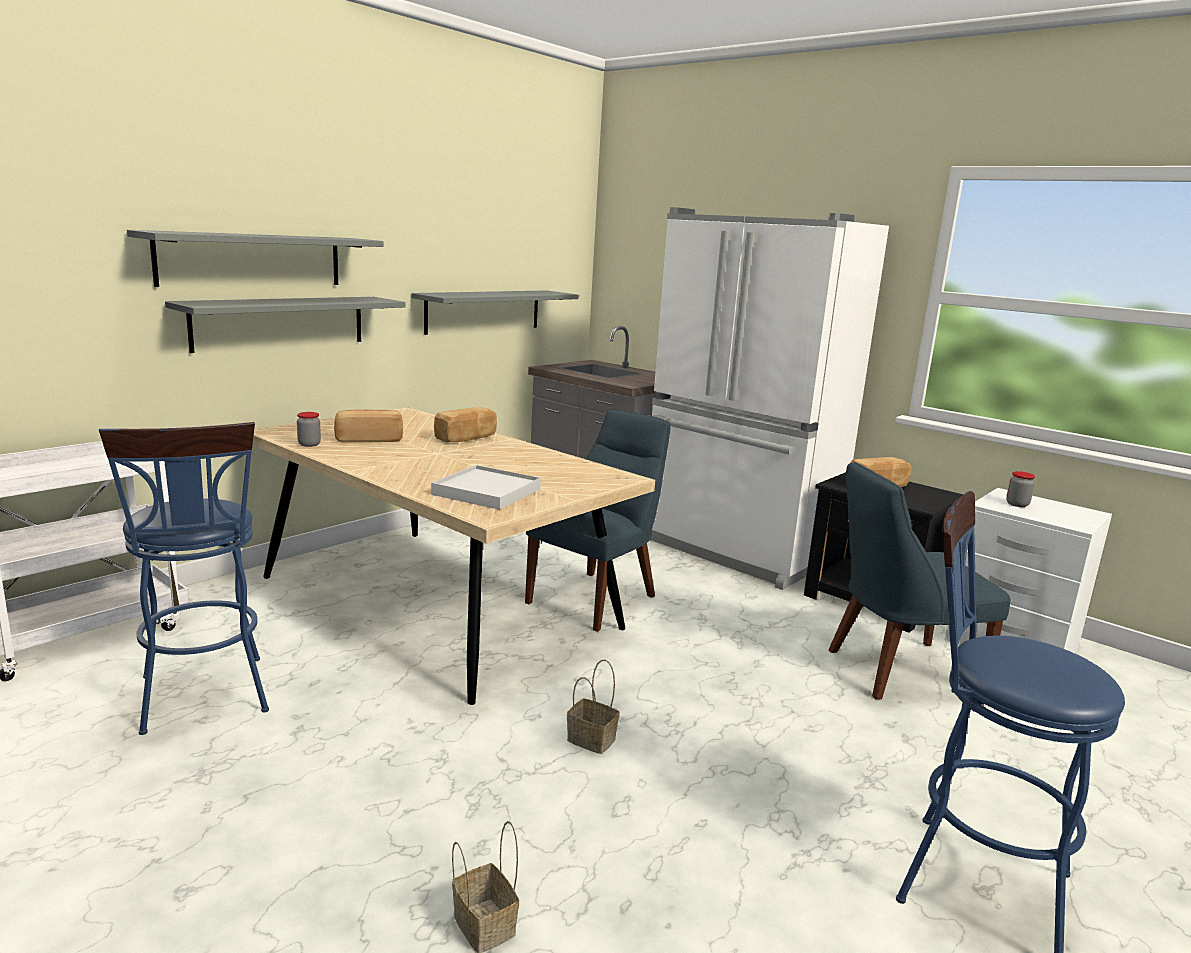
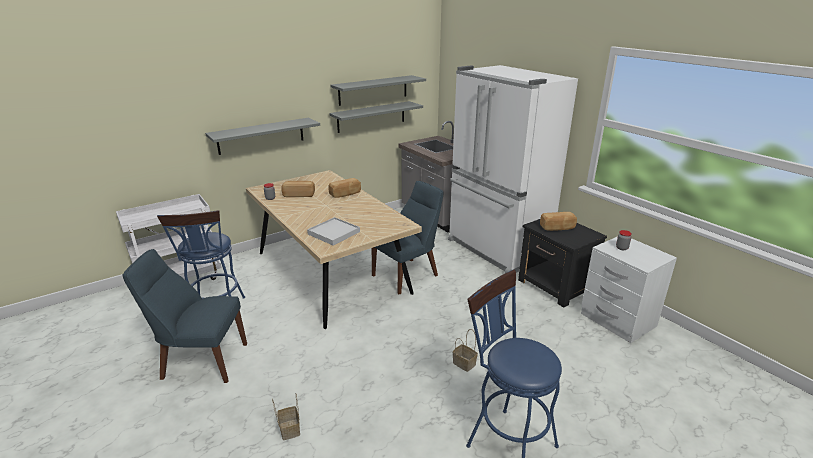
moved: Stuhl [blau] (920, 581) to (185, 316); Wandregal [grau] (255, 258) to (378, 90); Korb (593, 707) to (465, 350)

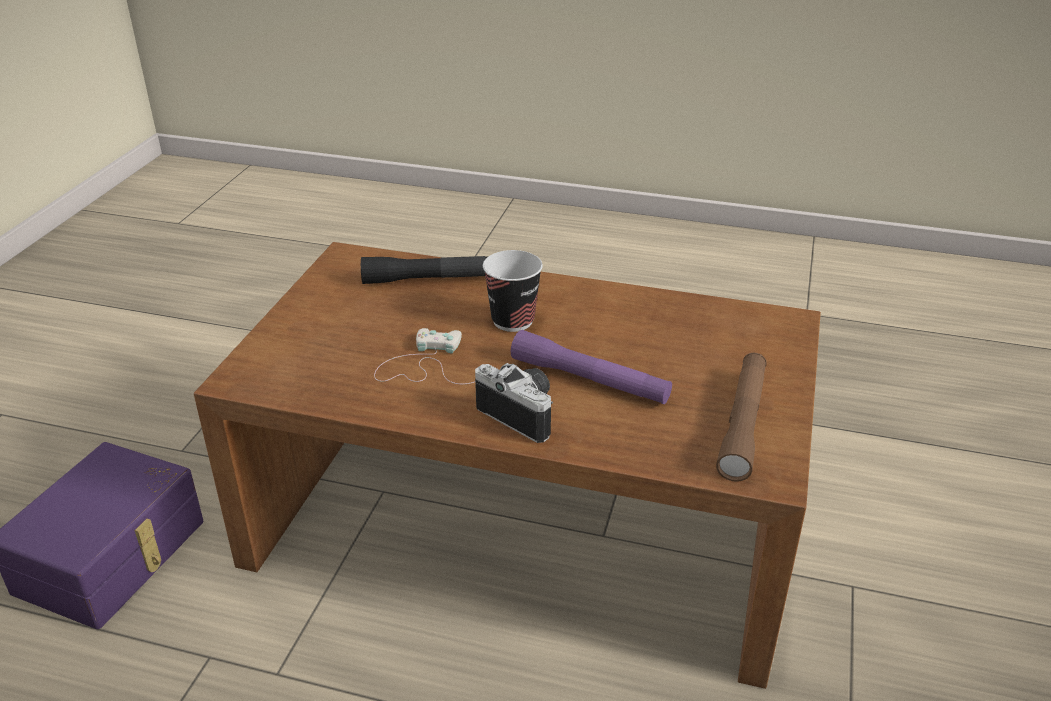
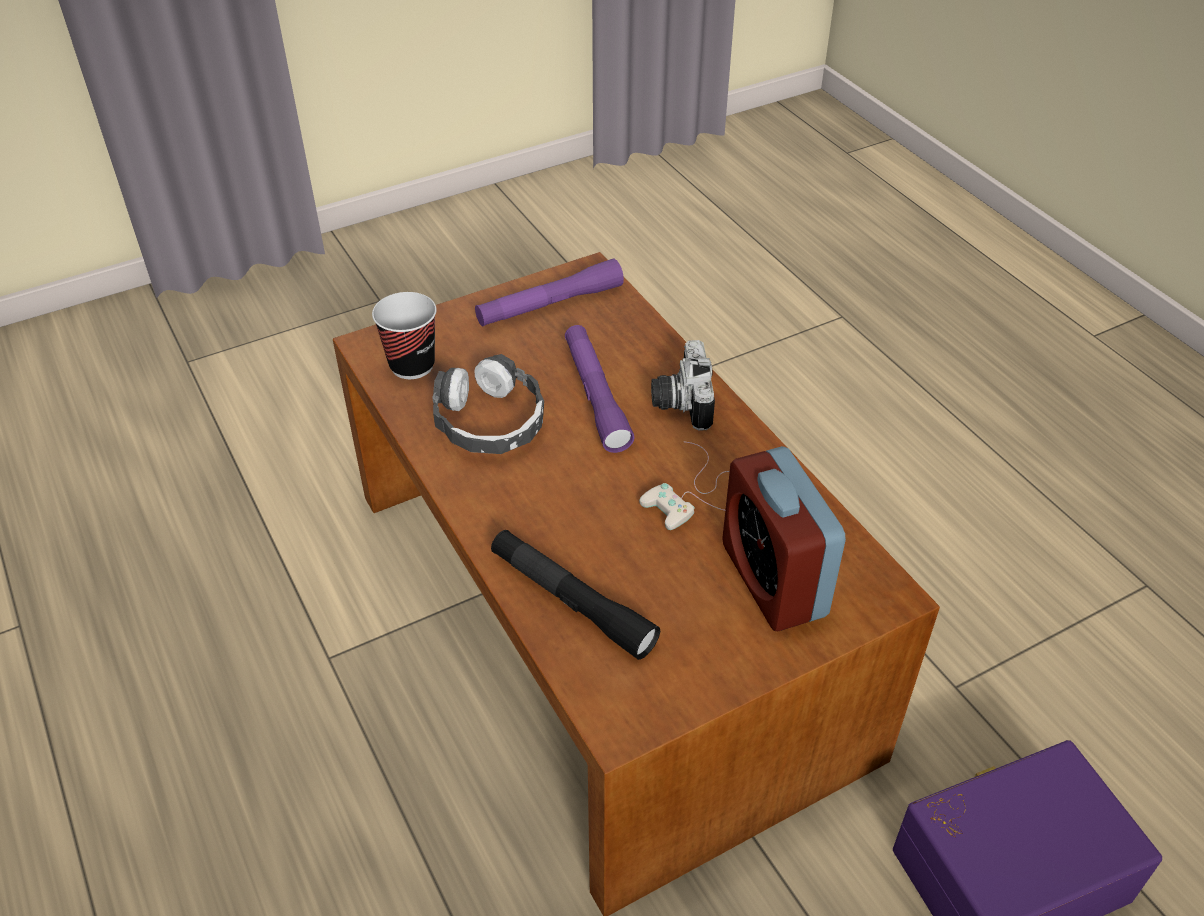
added: Kopfhörer (488, 404); Wecker (784, 538)
moved: Tasse (513, 291) to (404, 335)
recoloured: Taschenlampe [braun] (741, 417) to Taschenlampe [lila] (549, 292)

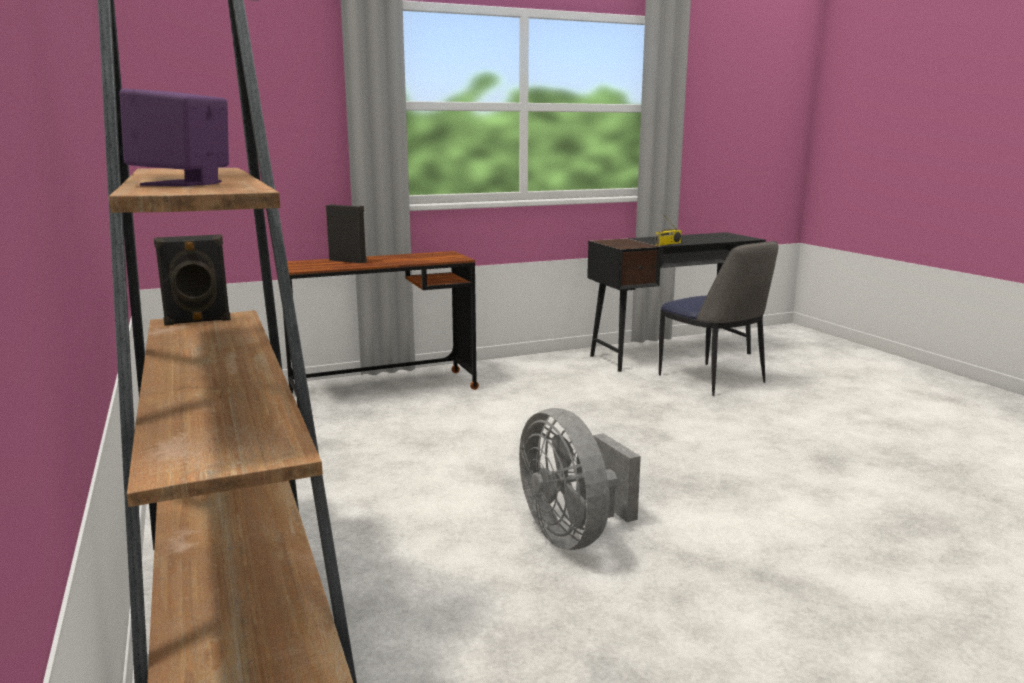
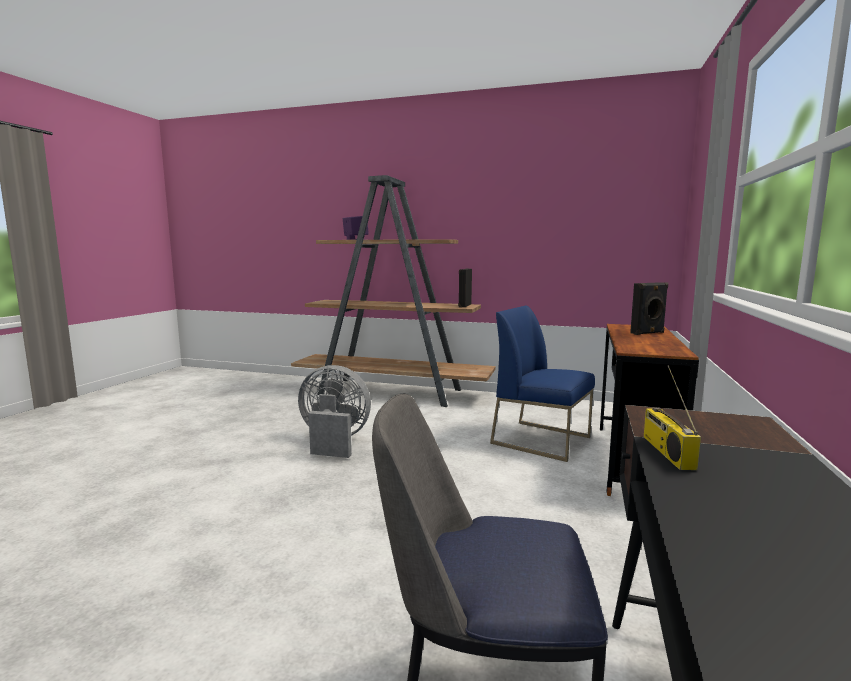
added: Stuhl [blau] (542, 384)

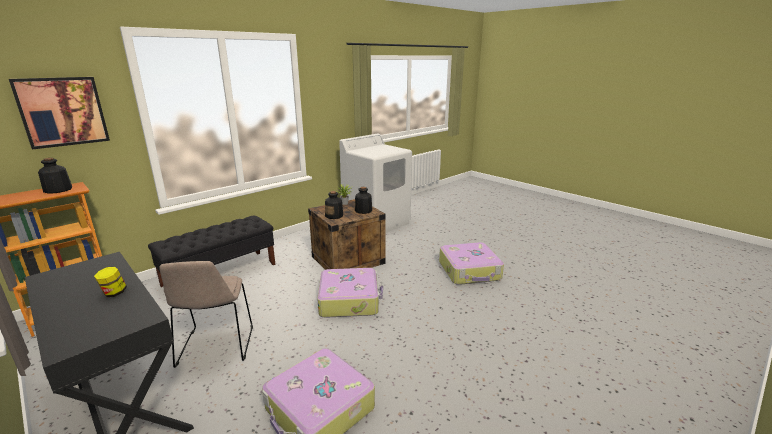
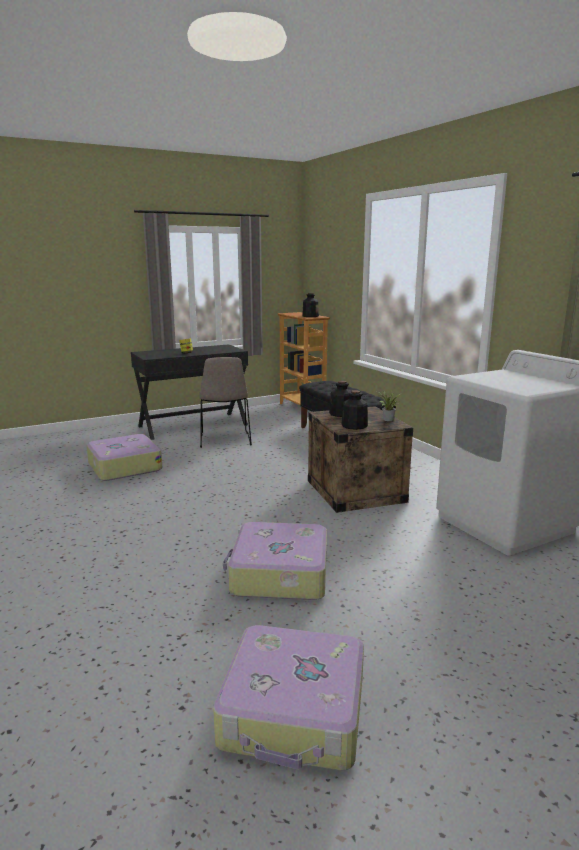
removed: Bild (59, 113)
moved: Koffer (350, 293) to (288, 697)
turned: Stuhl [beige] (206, 314) = (225, 402) 105 degrees counterclockwise

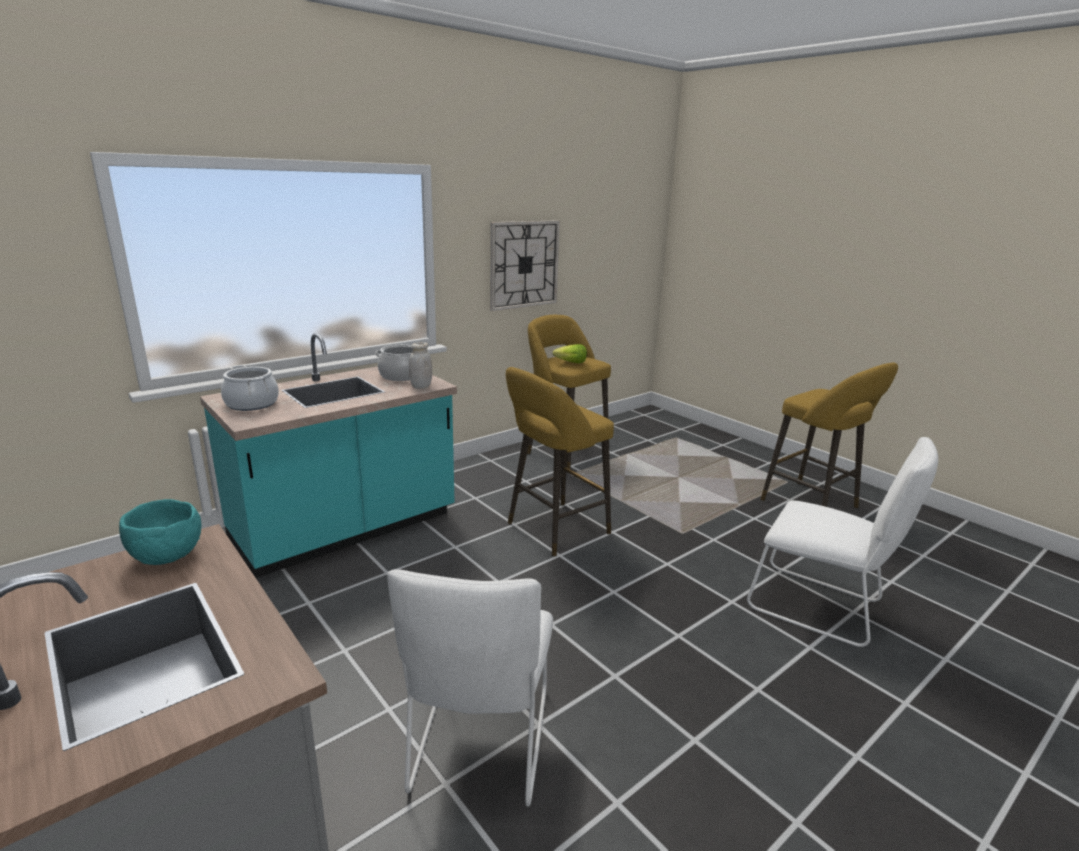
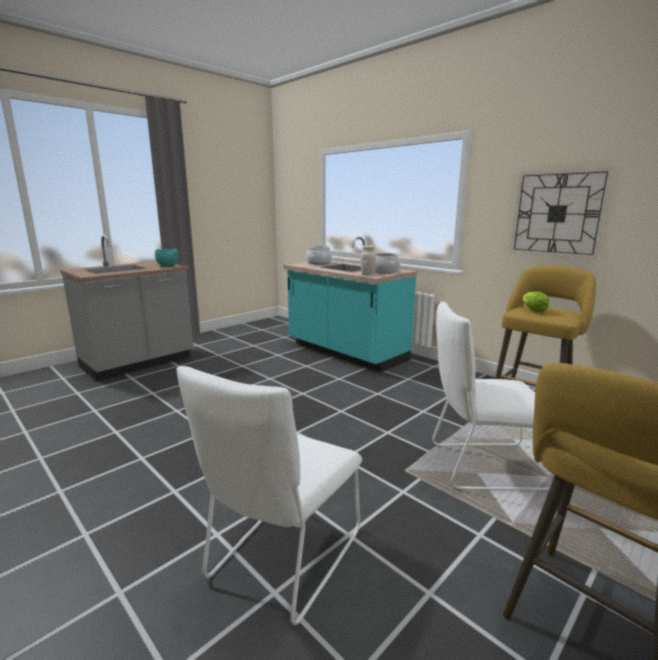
removed: Hocker [gelb] (560, 461)
moved: Stuhl [weiß] (470, 688) to (491, 395)

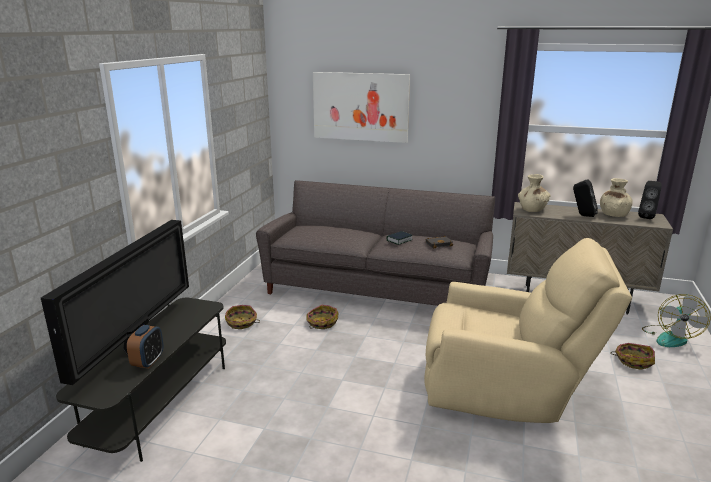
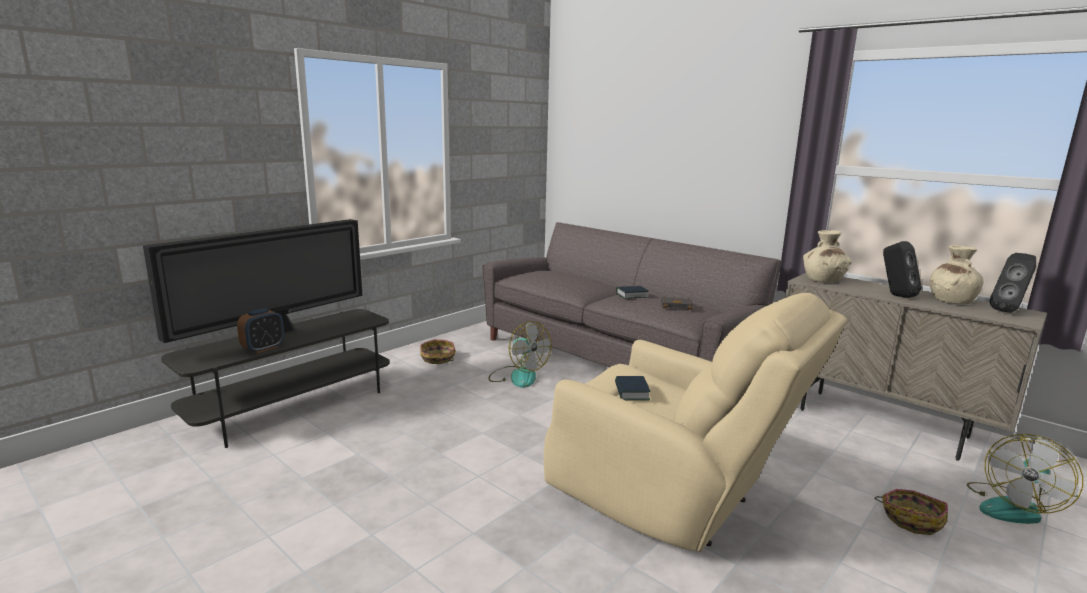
removed: Bild (361, 107)
added: Buch (632, 388)
replaced: Korb (322, 317) to Ventilator (520, 354)

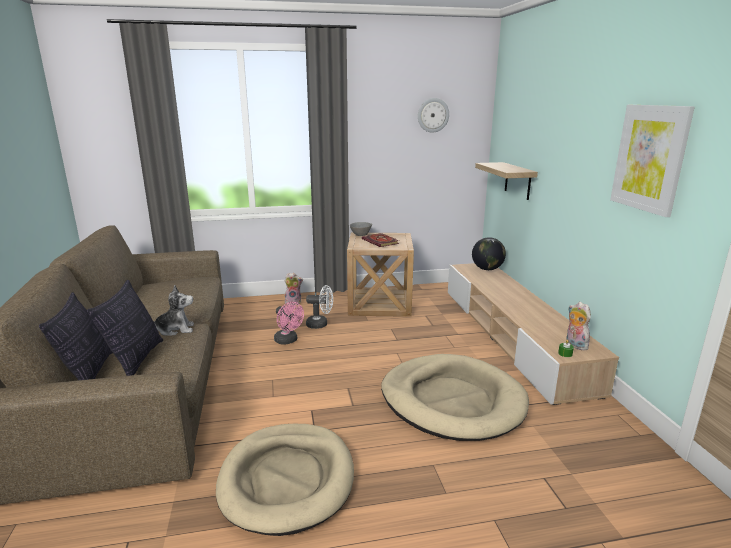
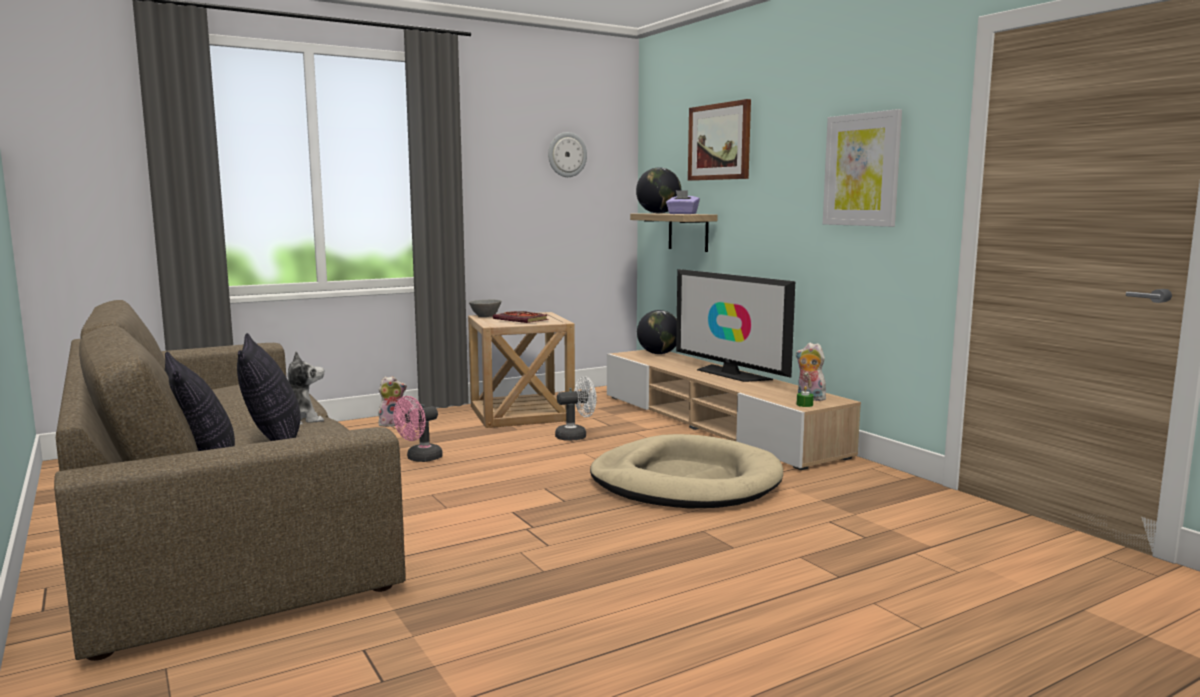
removed: Hundebett [beige] (285, 480)
added: Globus (658, 190); Taschentuchbox [lila] (683, 202); Fernseher (735, 325); Bild (719, 140)
moved: Ventilator [weiß] (319, 307) to (576, 408)
turned: Ventilator [rosa] (289, 323) = (418, 429) 105 degrees clockwise

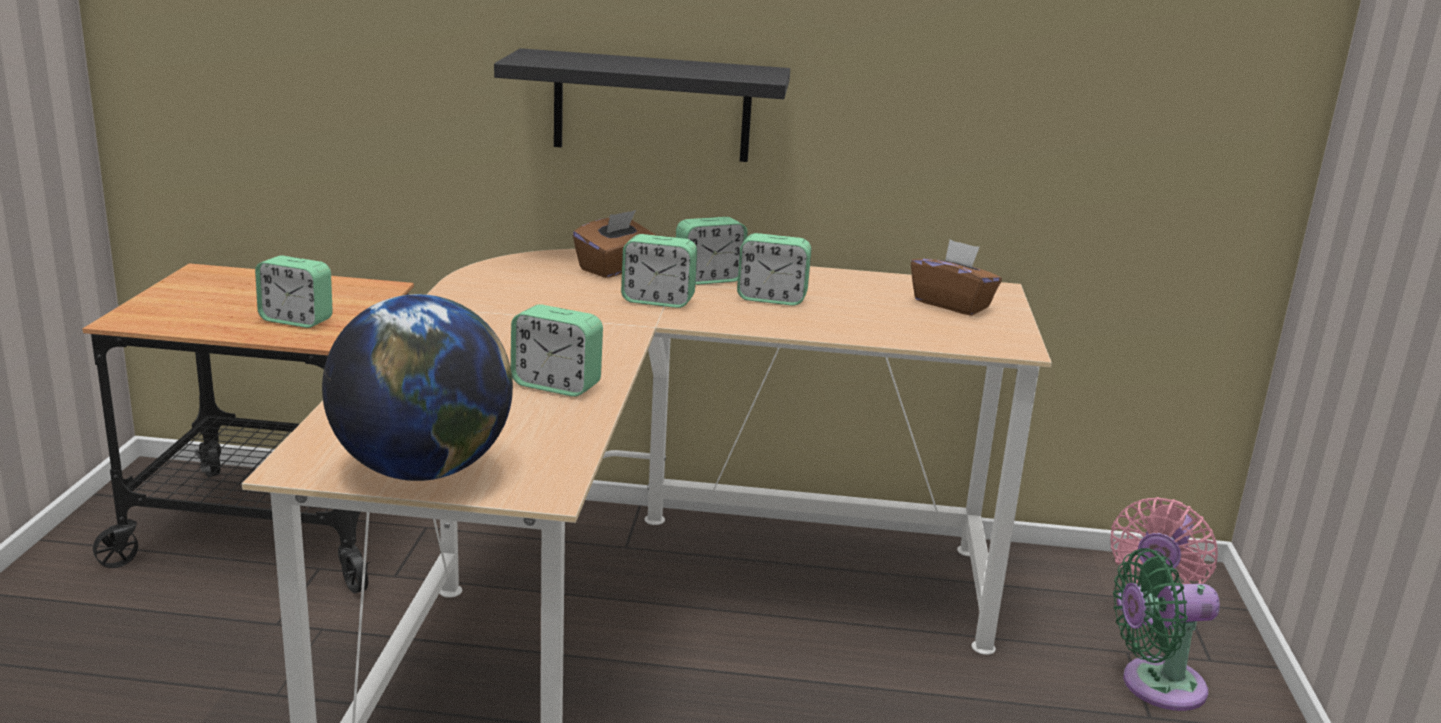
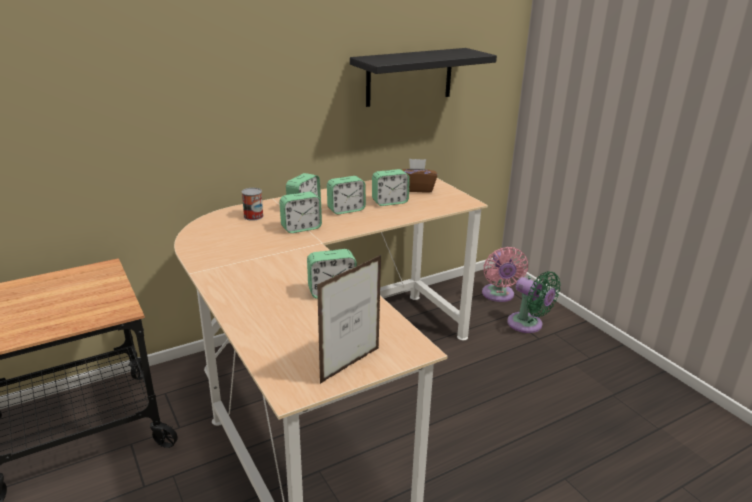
moved: Wandregal [schwarz] (642, 105) to (423, 77); Wecker (294, 291) to (391, 187)
replaced: Taschentuchbox [braun] (615, 244) to Dose (253, 204); Globus (417, 387) to Bilderrahmen (349, 319)
turned: Ventilator [grün] (1166, 629) = (534, 302) 90 degrees counterclockwise

